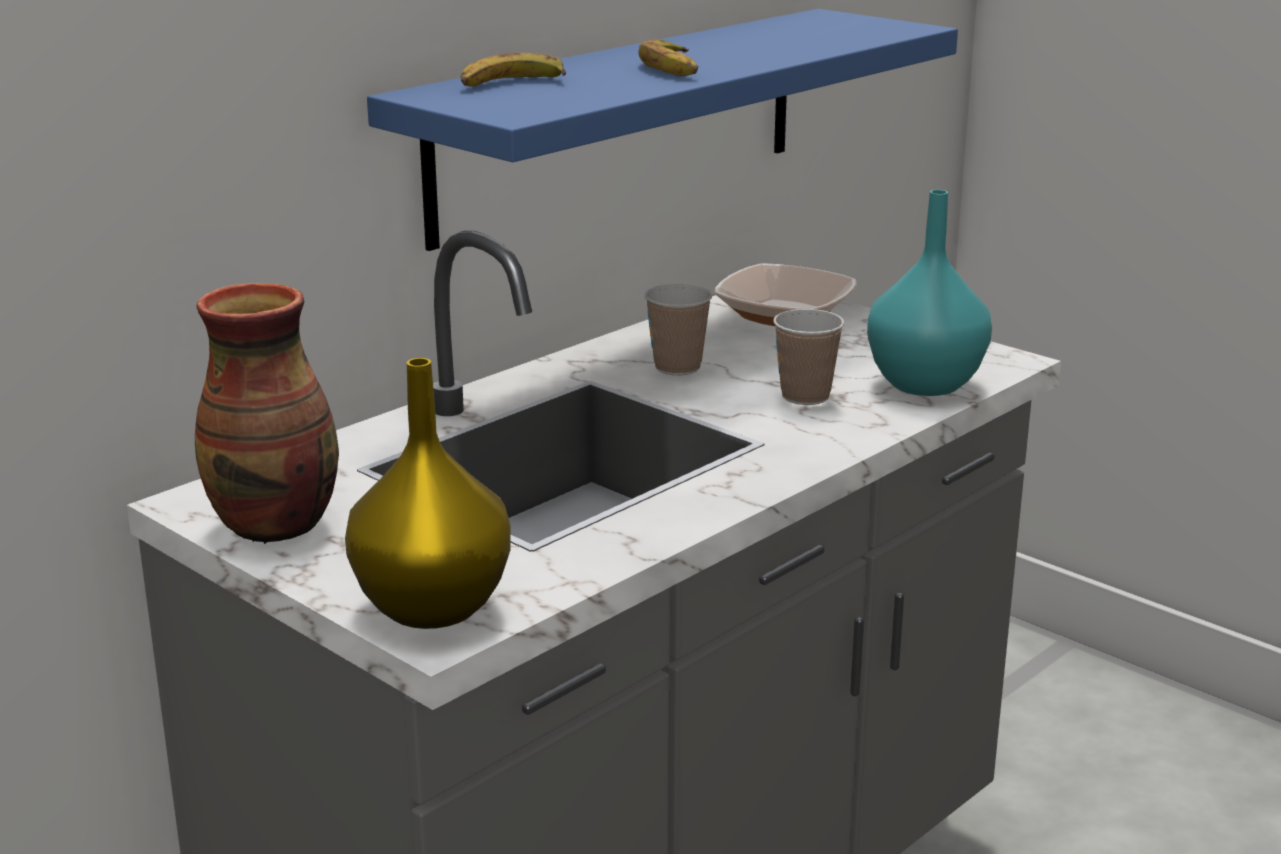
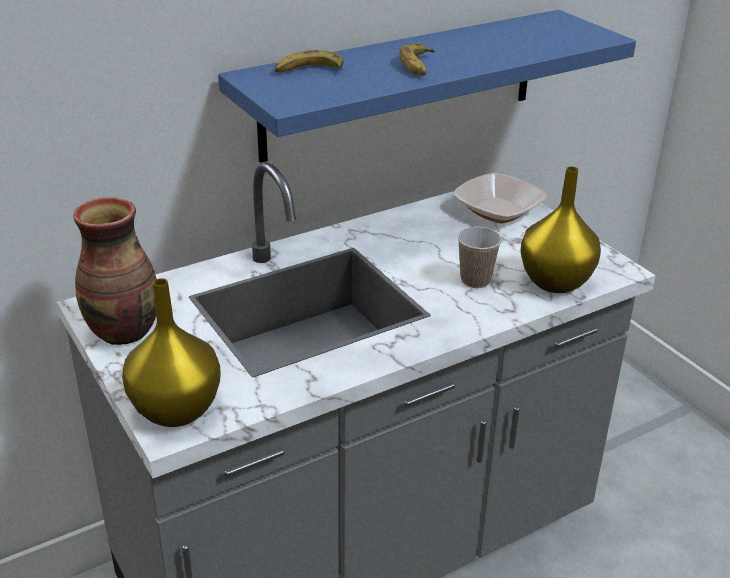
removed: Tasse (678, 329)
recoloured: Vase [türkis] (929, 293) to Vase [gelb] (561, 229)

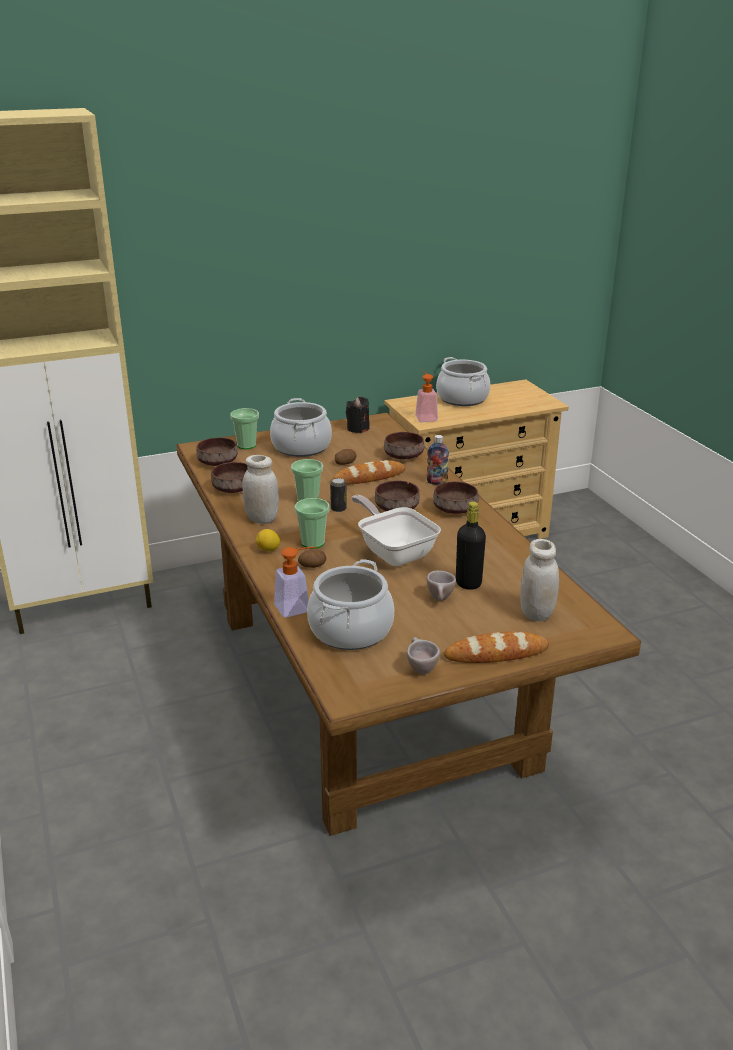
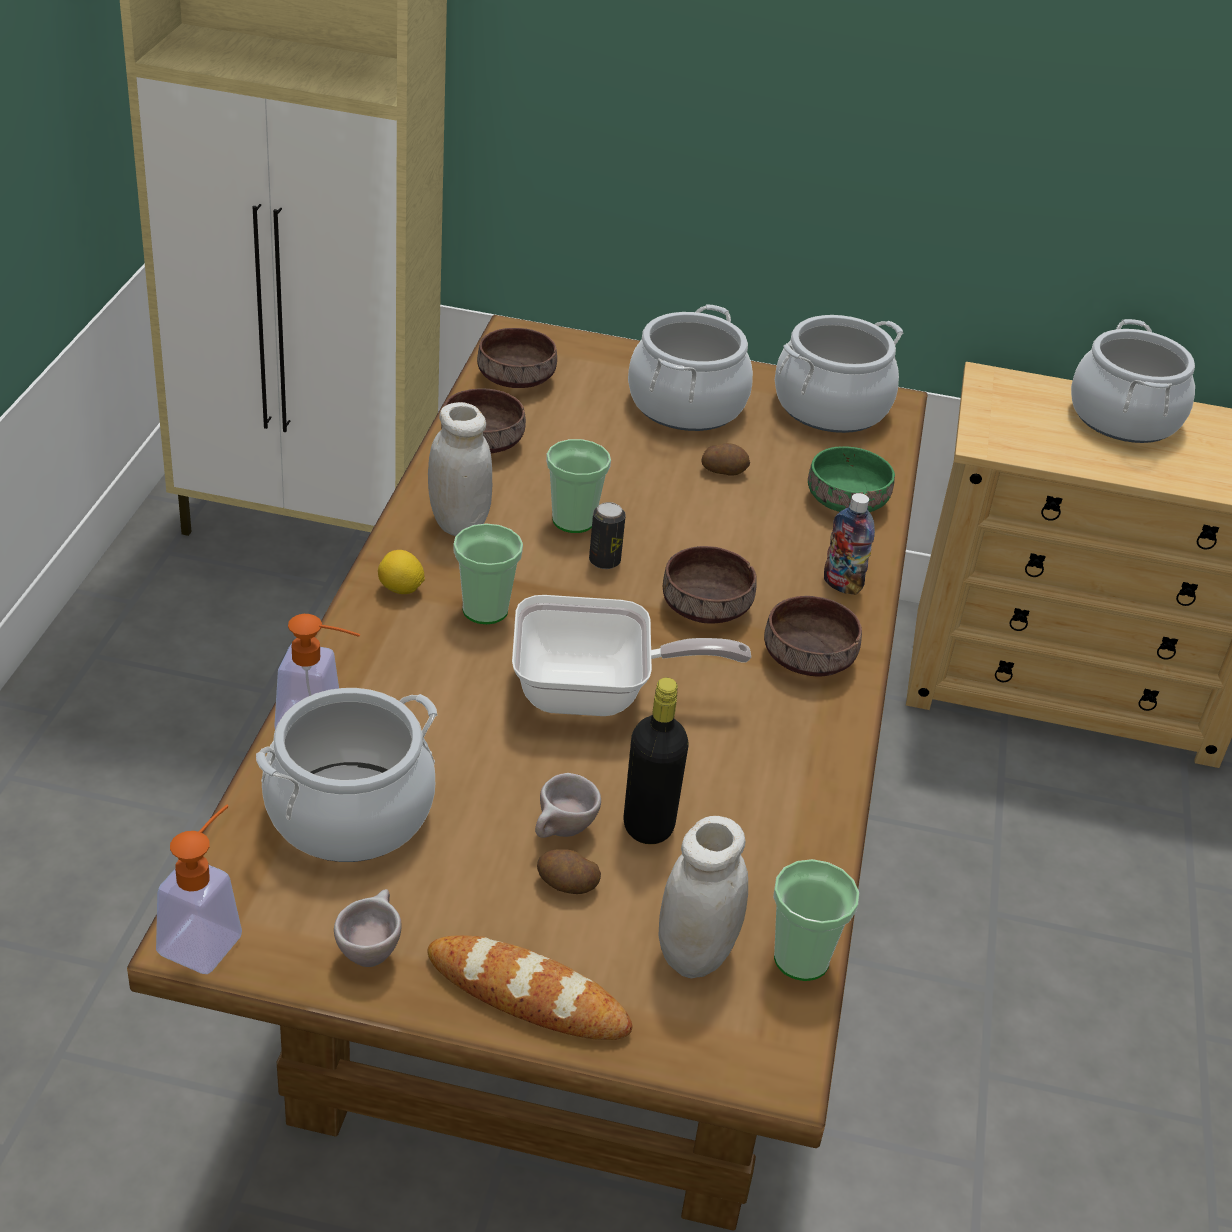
removed: Brot (369, 472)
moved: Seifenspender (426, 396) to (199, 889); Kartoffel (312, 558) to (569, 871); Tasse (244, 428) to (816, 920)
replaced: Kerze [schwarz] (357, 415) to Kochtopf (839, 374)
recoloured: Schüssel [braun] (404, 445) to Schüssel [grün] (851, 479)
turned: Pfanne (396, 530) = (631, 655) 90 degrees clockwise

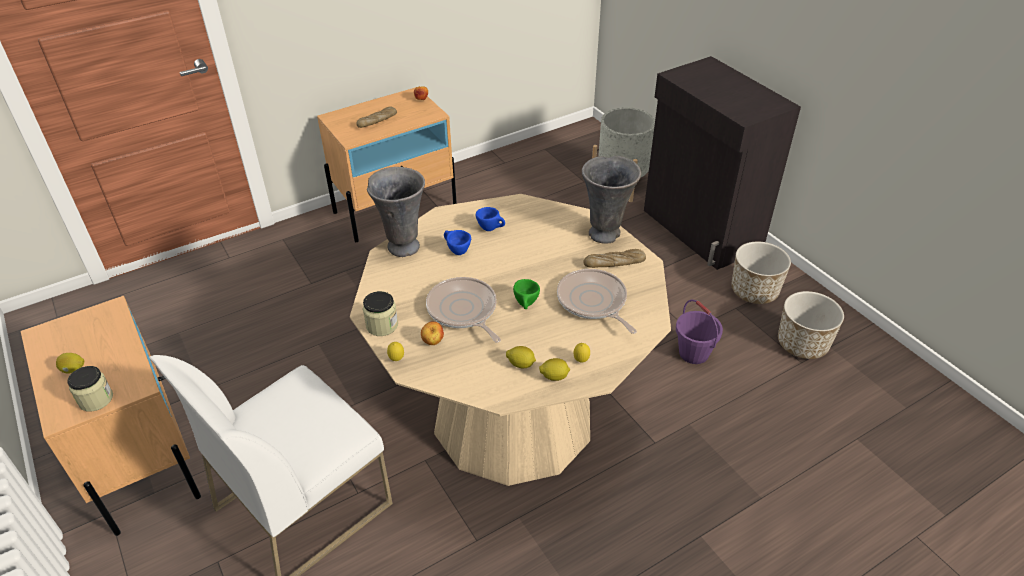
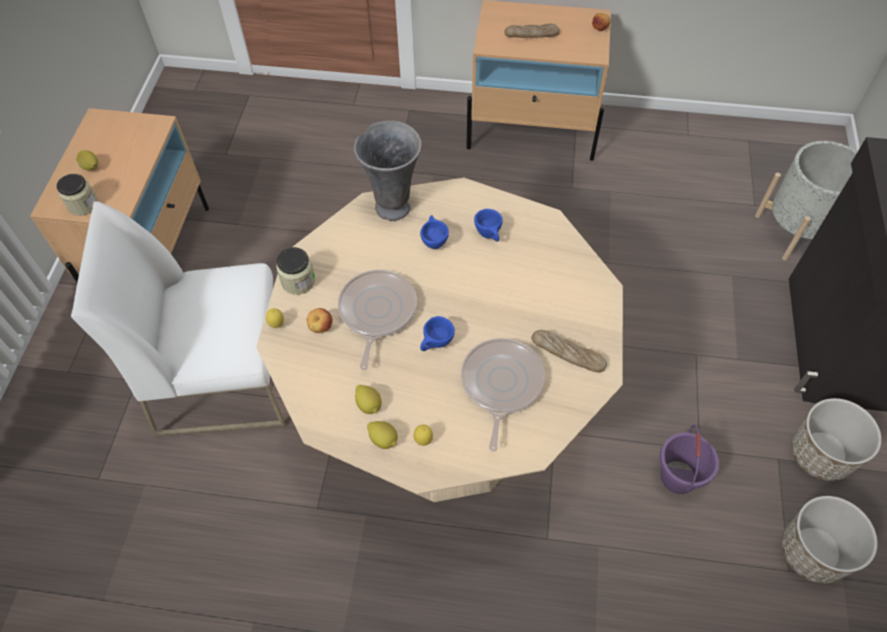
removed: Vase [grau] (611, 200)
recoloured: Tasse [grün] (526, 294) to Tasse [blau] (437, 333)

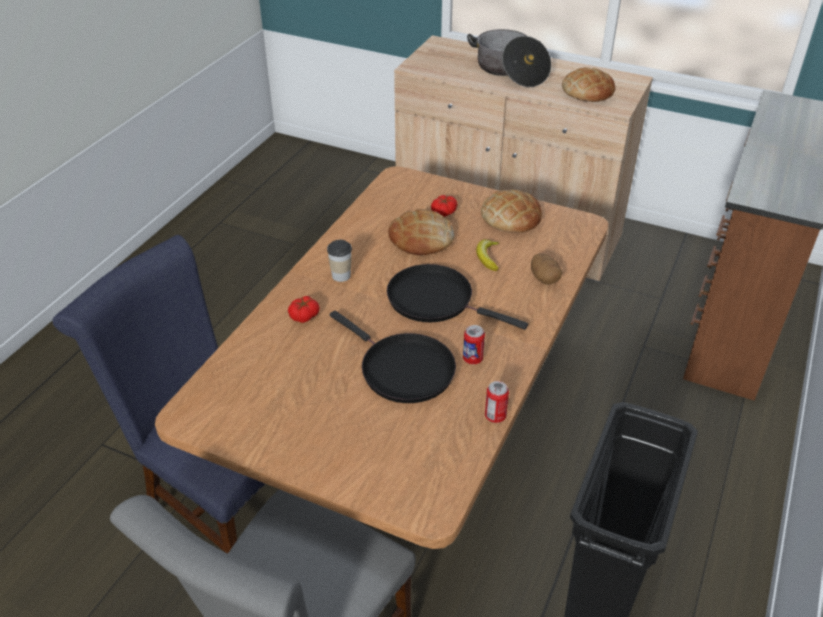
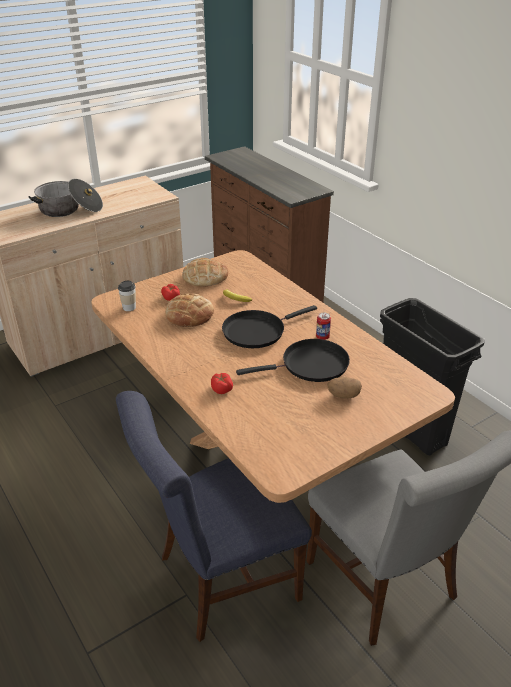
removed: Dose (497, 402); Brot (588, 84)
moved: Tasse (339, 261) to (127, 296); Kartoffel (546, 269) to (344, 388)

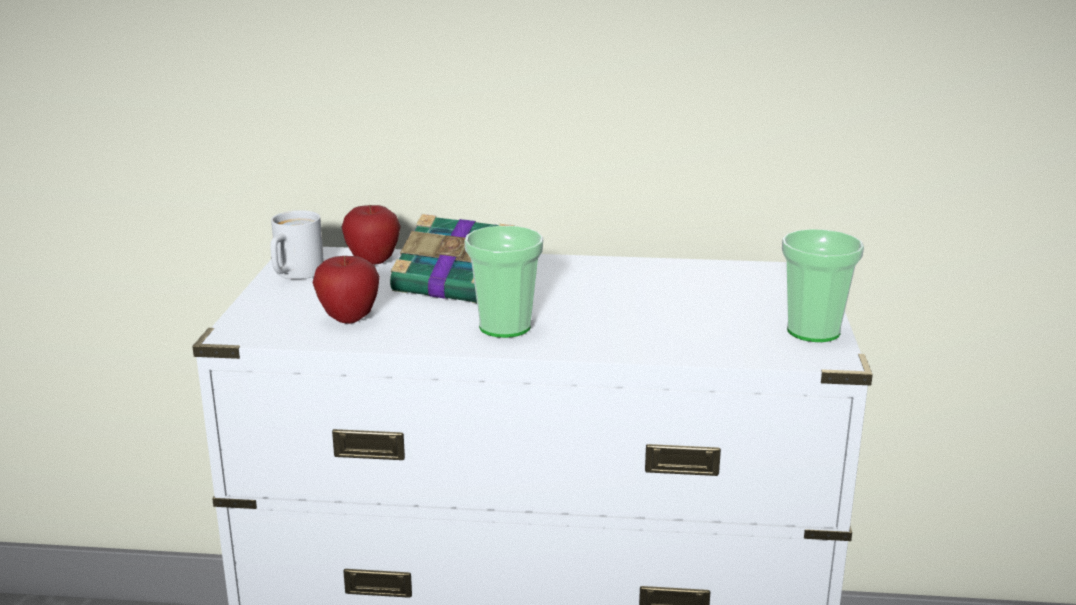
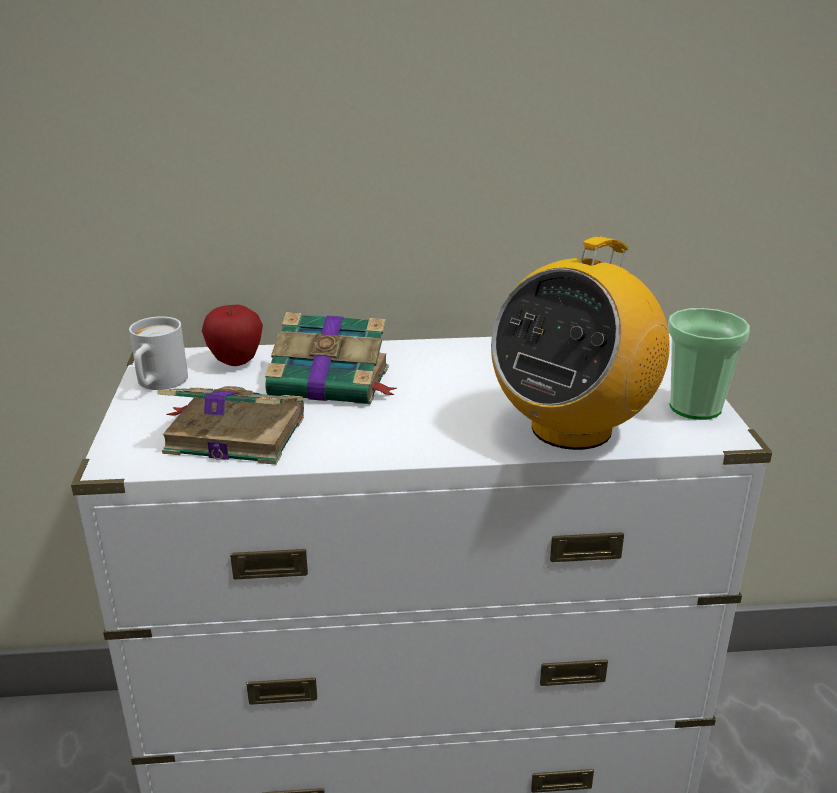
removed: Tasse (503, 282)
added: Radio (580, 343)
replaced: Apfel (346, 290) to Buch (230, 425)

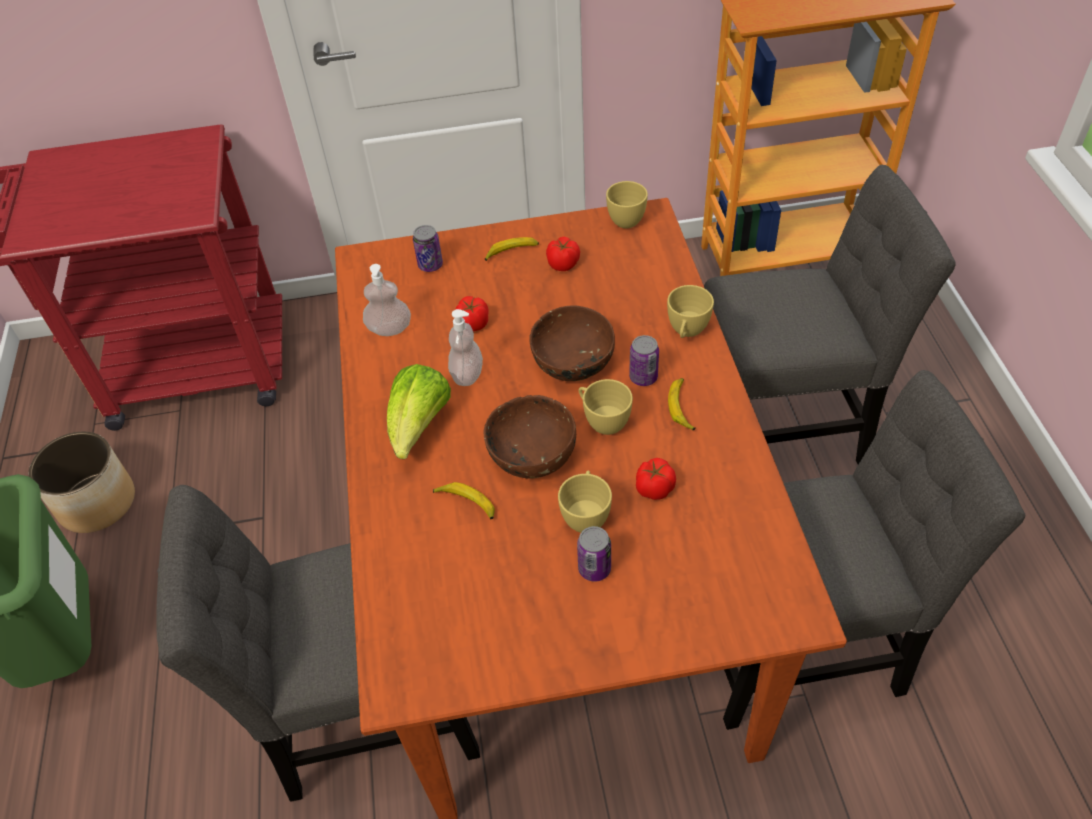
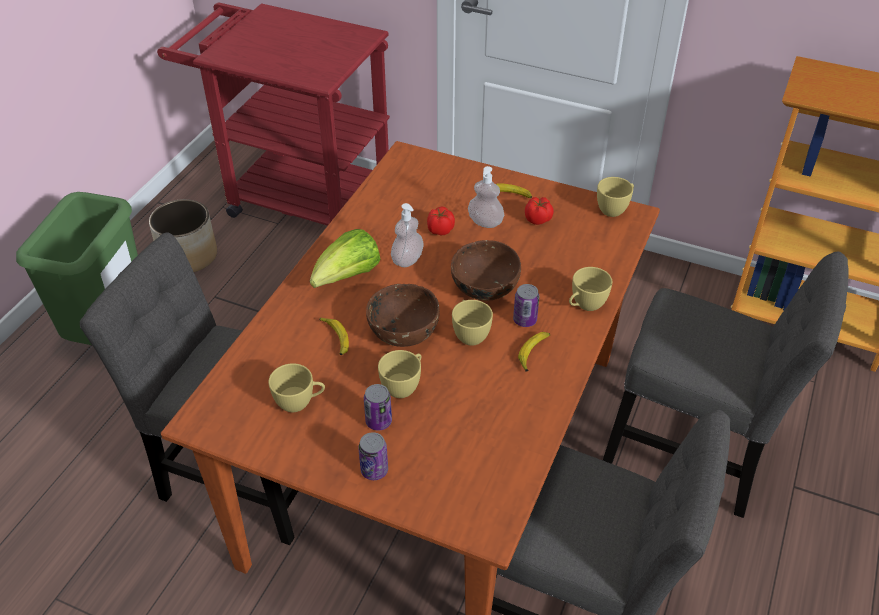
removed: Tomate (656, 479)
added: Tasse [gelb] (296, 387)
moved: Dose (428, 248) to (373, 456); Seifenspender (387, 300) to (486, 197)

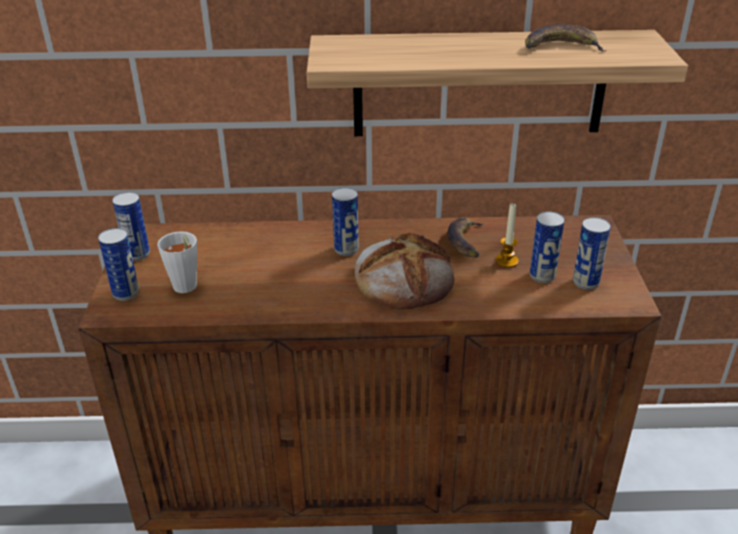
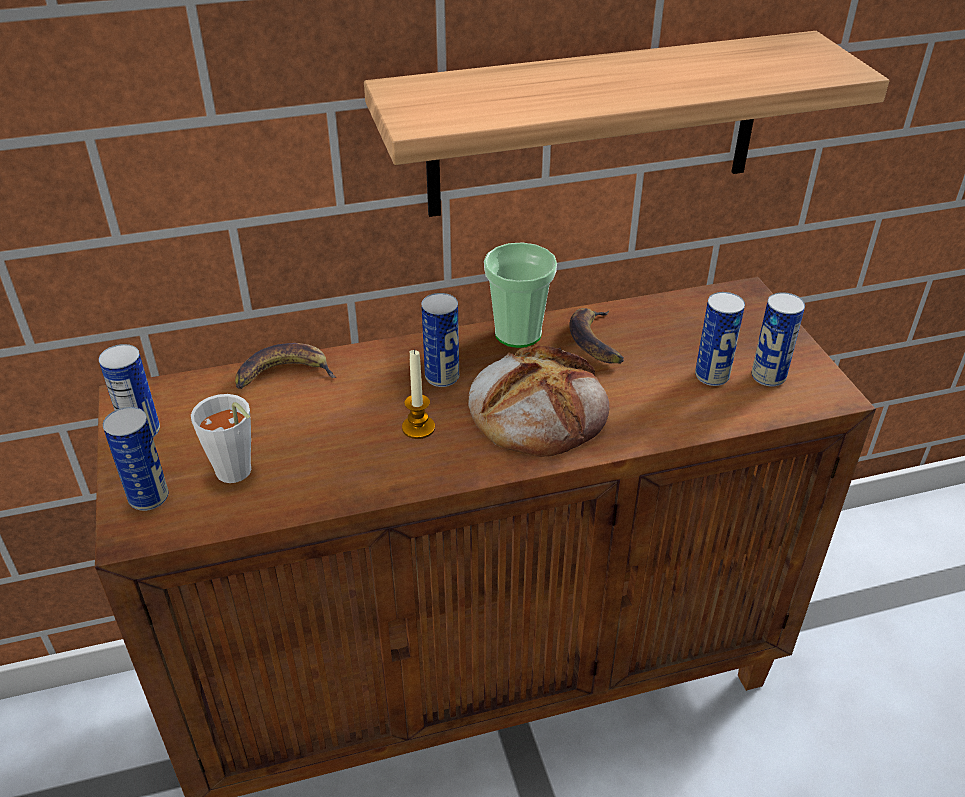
added: Tasse (520, 295)
moved: Banane (565, 38) to (285, 366); Kerze (507, 235) to (418, 394)

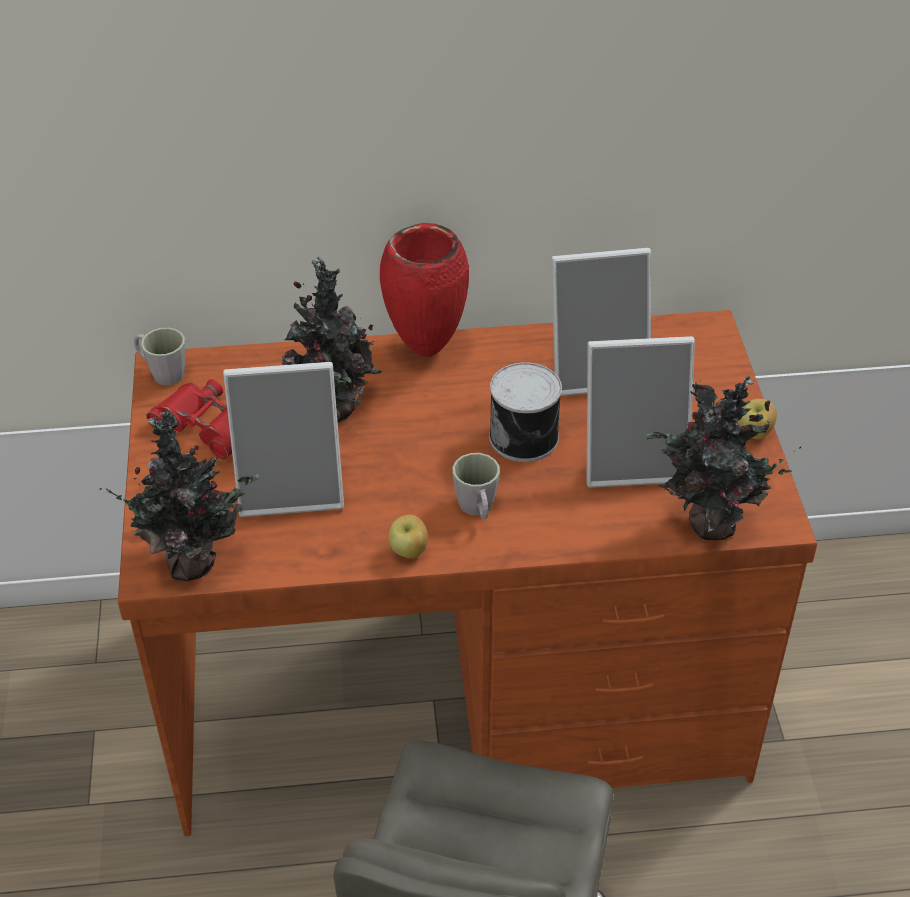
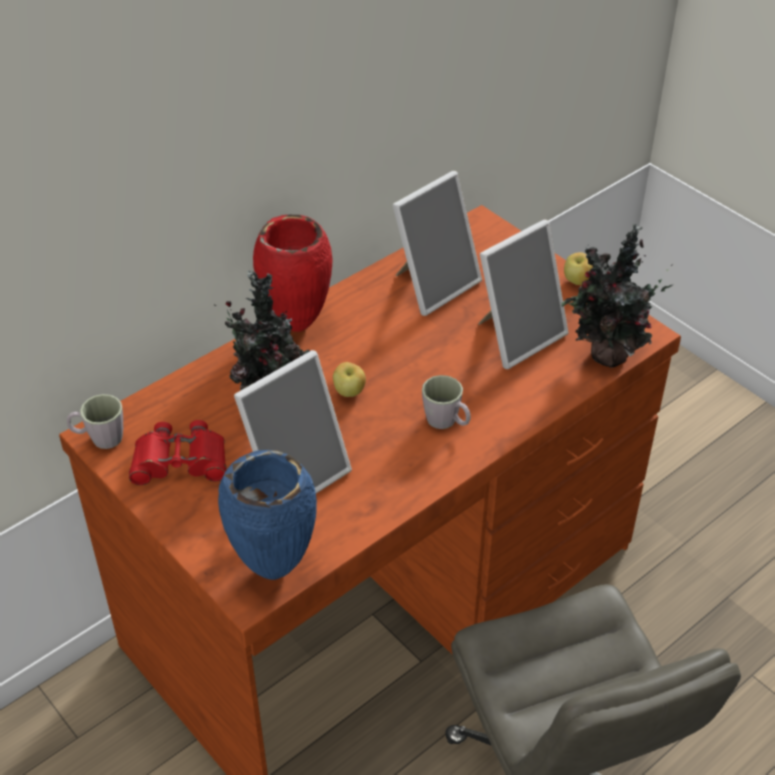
removed: Dose (525, 412)
moved: Apfel (408, 536) to (349, 379)
replaced: Topfpflanze (179, 496) to Vase [blau] (267, 515)

